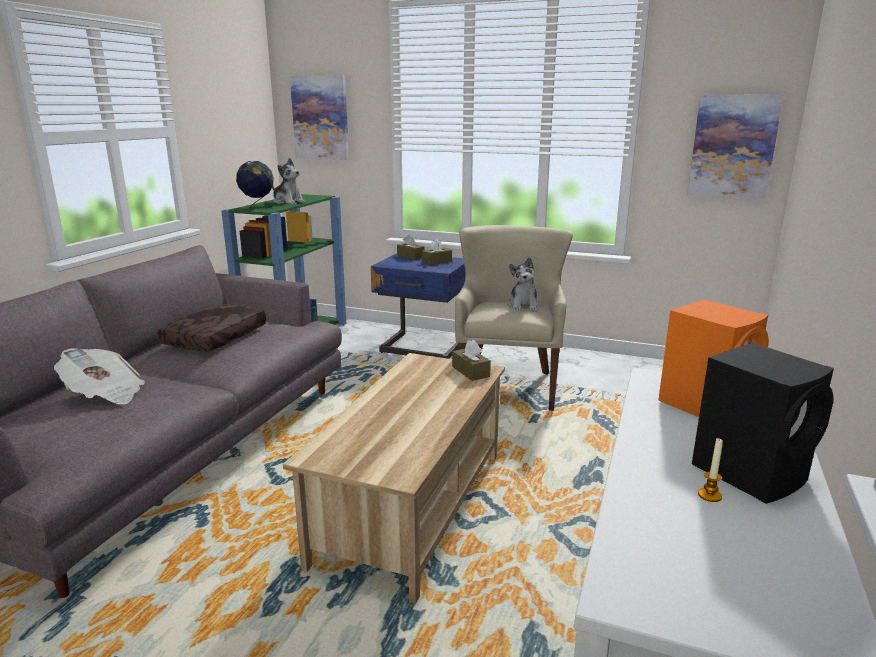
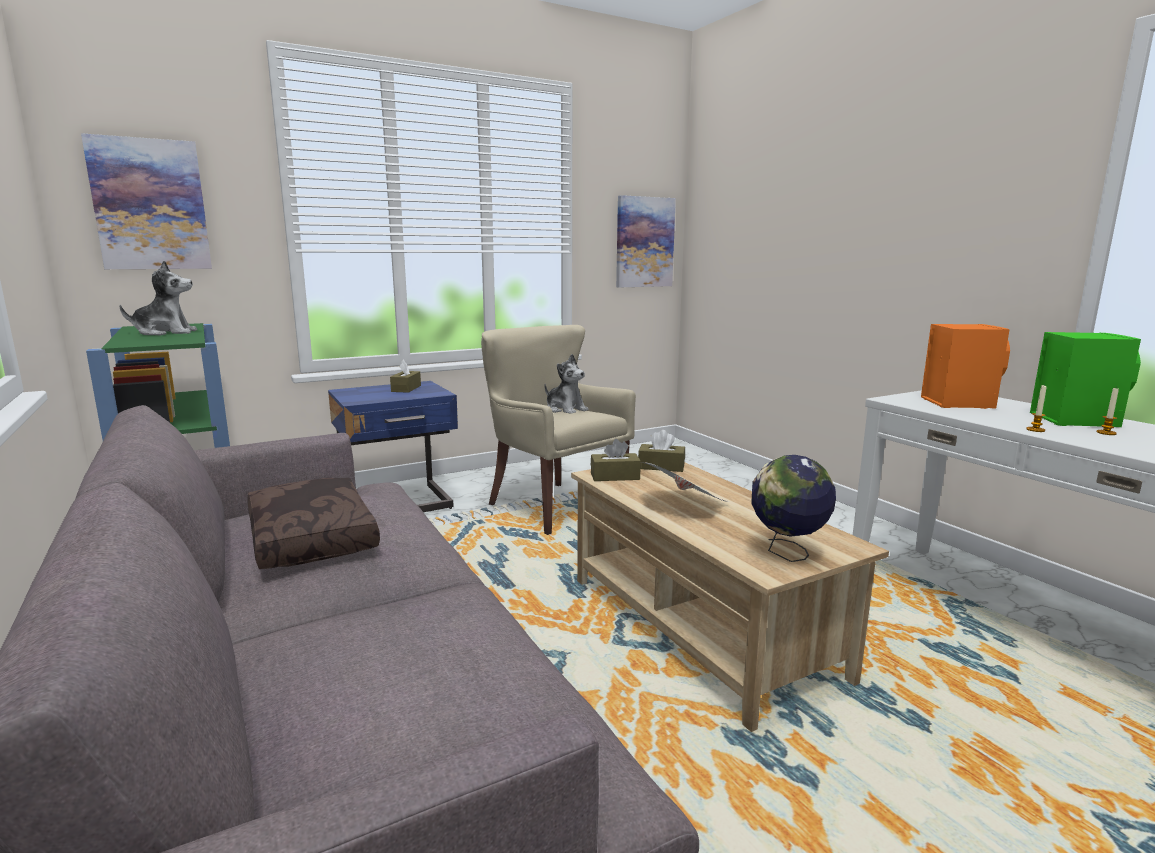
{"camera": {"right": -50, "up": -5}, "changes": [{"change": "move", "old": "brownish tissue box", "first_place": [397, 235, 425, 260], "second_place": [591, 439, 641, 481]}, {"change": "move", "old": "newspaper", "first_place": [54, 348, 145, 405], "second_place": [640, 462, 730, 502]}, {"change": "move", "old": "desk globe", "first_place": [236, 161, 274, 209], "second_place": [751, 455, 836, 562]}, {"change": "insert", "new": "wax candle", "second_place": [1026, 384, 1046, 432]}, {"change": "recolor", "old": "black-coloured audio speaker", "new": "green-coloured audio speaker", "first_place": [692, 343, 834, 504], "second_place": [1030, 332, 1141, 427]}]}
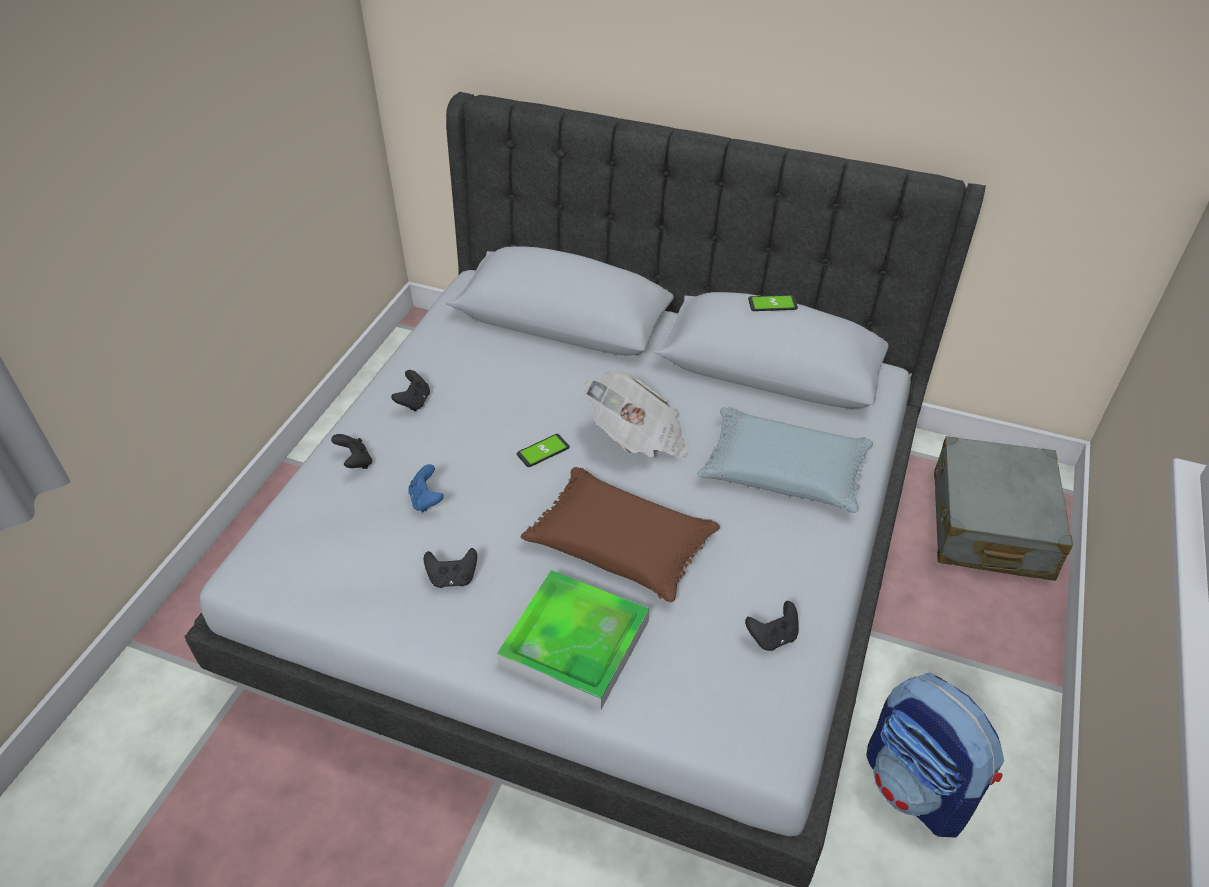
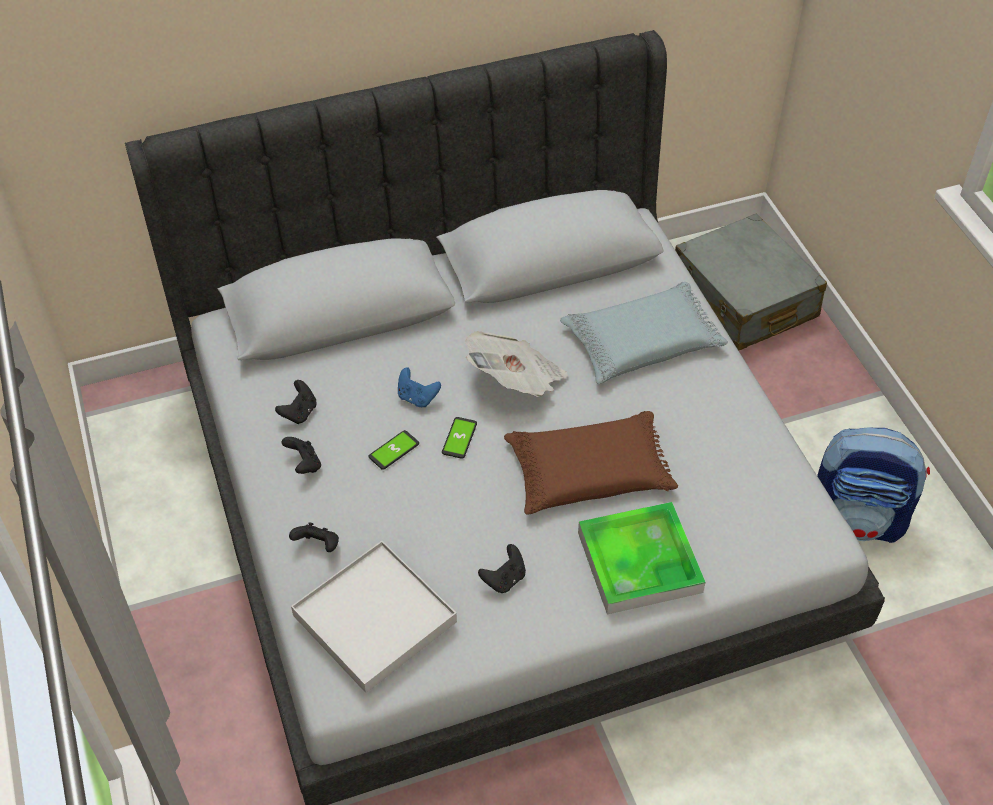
{"camera": {"right": -40, "up": 5}, "changes": [{"change": "move", "old": "black-coloured joypad", "first_place": [745, 601, 798, 651], "second_place": [275, 380, 317, 424]}, {"change": "insert", "new": "whitish serving tray", "second_place": [291, 541, 457, 693]}, {"change": "move", "old": "handset", "first_place": [748, 295, 798, 311], "second_place": [368, 430, 419, 470]}, {"change": "move", "old": "blue-coloured joypad", "first_place": [408, 464, 444, 512], "second_place": [398, 367, 441, 407]}]}
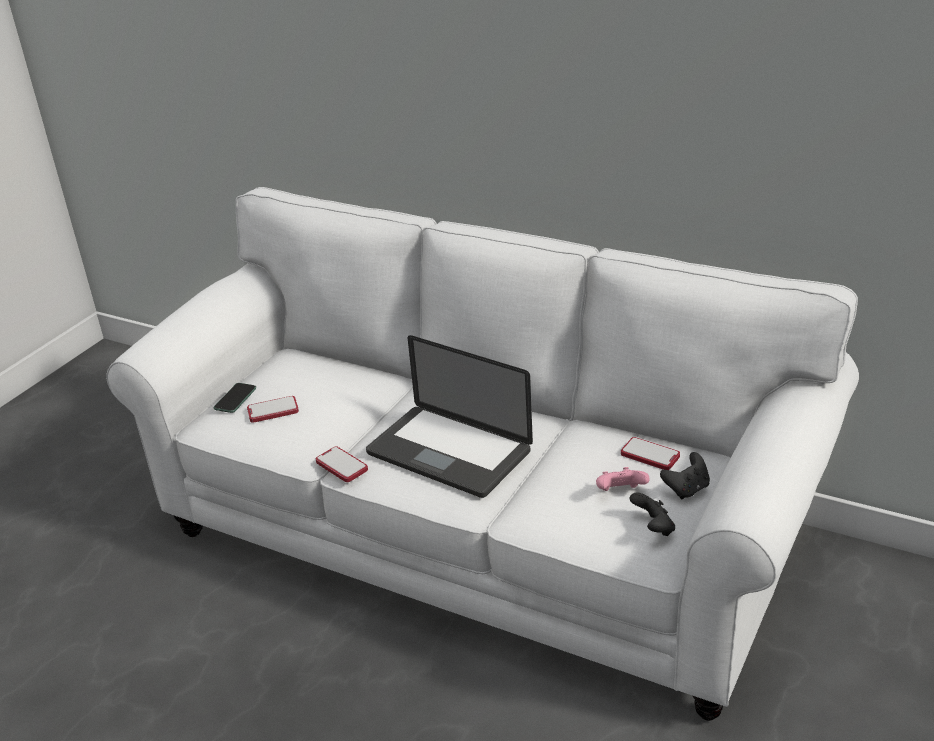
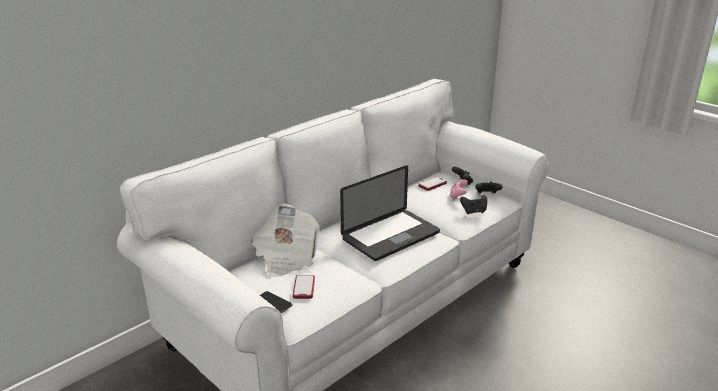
{"camera": {"right": -75, "up": -5}, "changes": [{"change": "insert", "new": "newspaper", "second_place": [251, 204, 320, 277]}, {"change": "insert", "new": "black-coloured joypad", "second_place": [460, 195, 487, 214]}, {"change": "delete", "old": "handset", "first_place": [316, 447, 368, 482]}]}
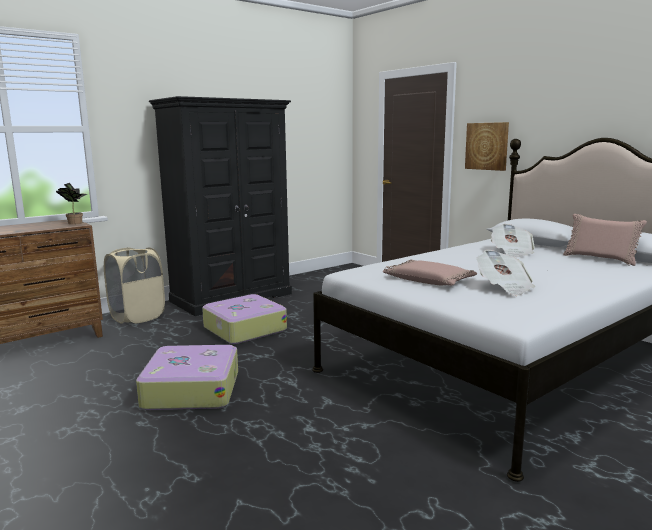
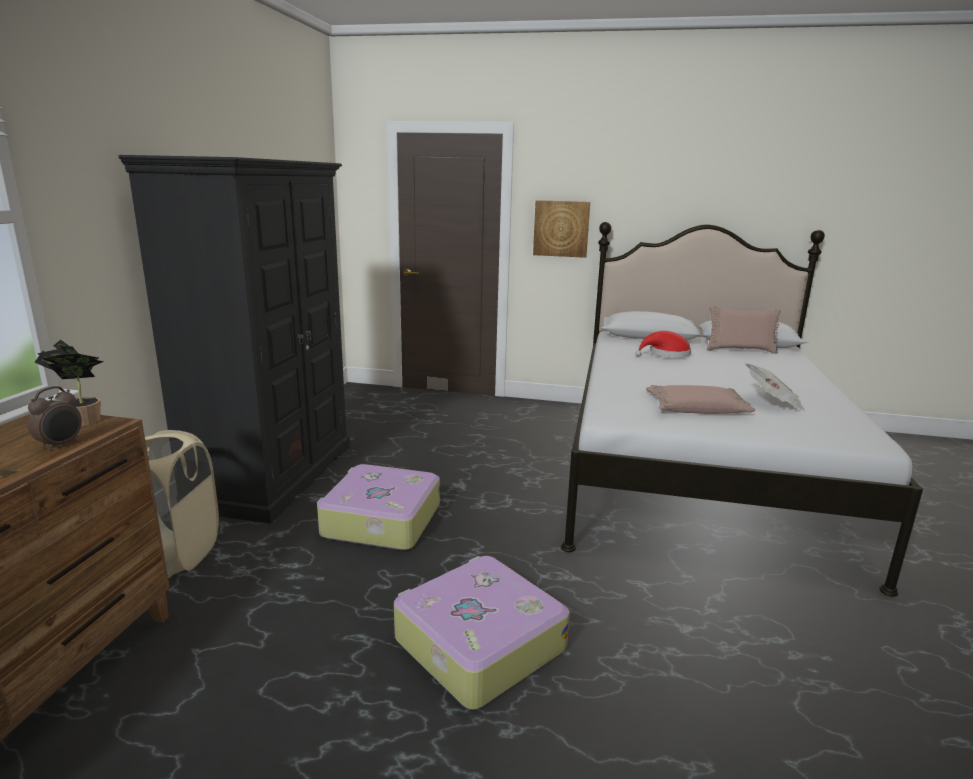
{"camera": {"right": -40, "up": 5}, "changes": [{"change": "insert", "new": "alarm clock", "second_place": [27, 386, 82, 451]}, {"change": "replace", "old": "newspaper", "new": "red-coloured hat", "first_place": [491, 224, 535, 258], "second_place": [635, 331, 691, 358]}]}
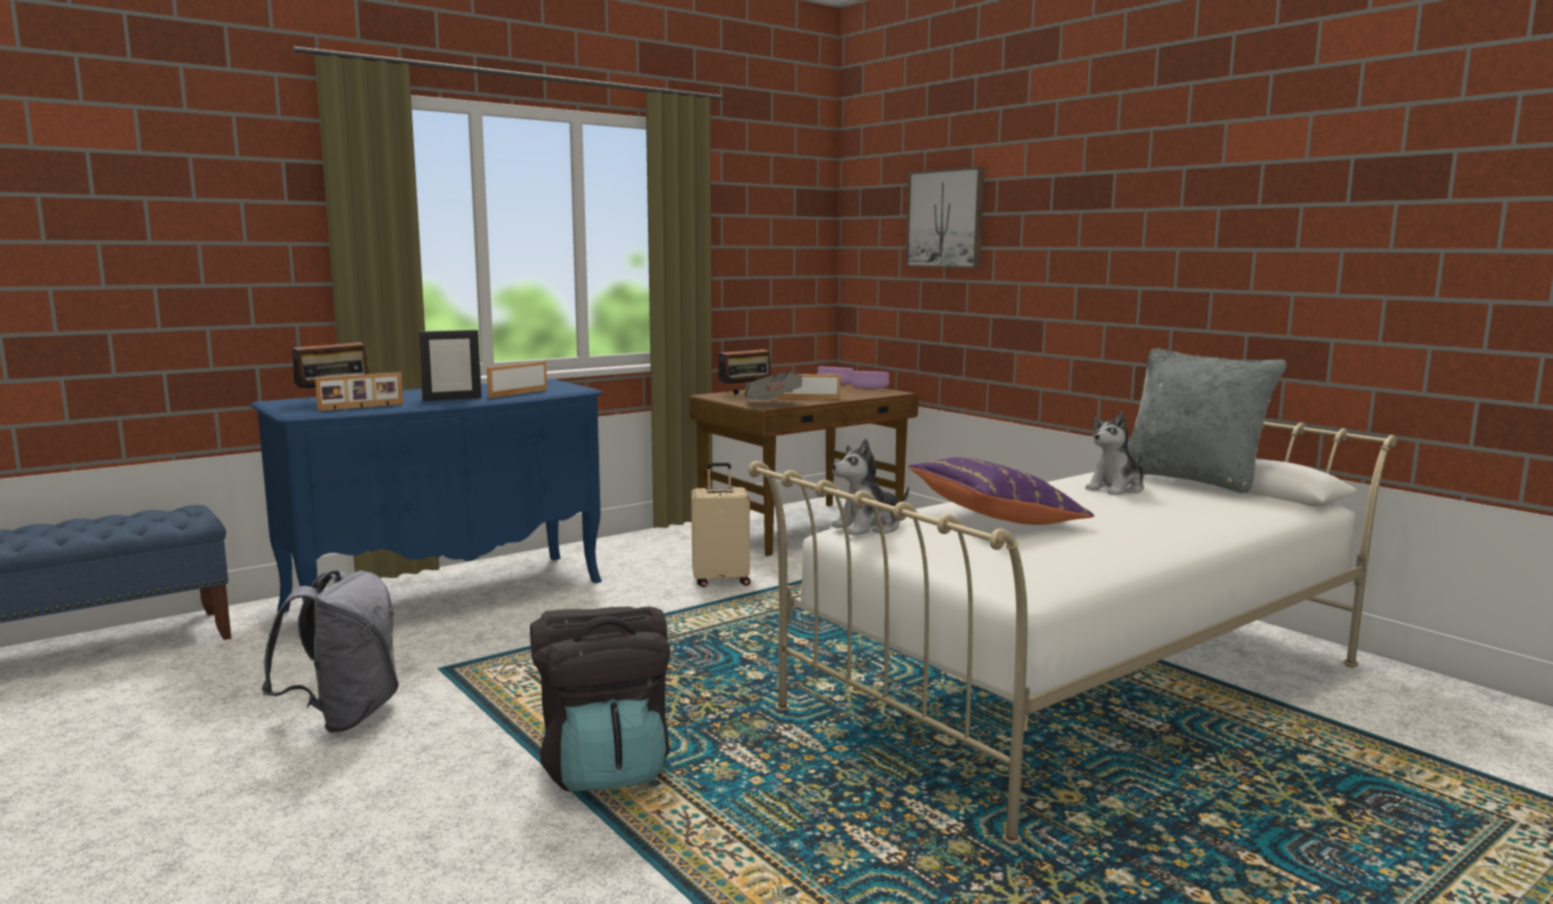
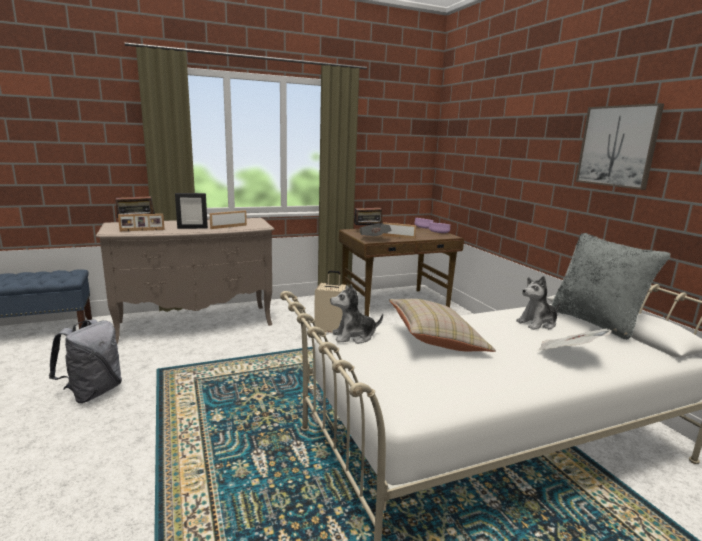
{"camera": {"right": 15, "up": 5}, "changes": [{"change": "recolor", "old": "blue-coloured drawer chest", "new": "beige-coloured drawer chest", "first_place": [250, 379, 603, 612], "second_place": [96, 218, 274, 344]}, {"change": "recolor", "old": "purplish throw pillow", "new": "beige-coloured throw pillow", "first_place": [908, 457, 1094, 525], "second_place": [389, 299, 496, 352]}, {"change": "insert", "new": "newspaper", "second_place": [539, 328, 612, 350]}, {"change": "move", "old": "picture", "first_place": [905, 167, 984, 269], "second_place": [576, 103, 664, 190]}, {"change": "delete", "old": "black-coloured rucksack", "first_place": [530, 606, 671, 791]}]}
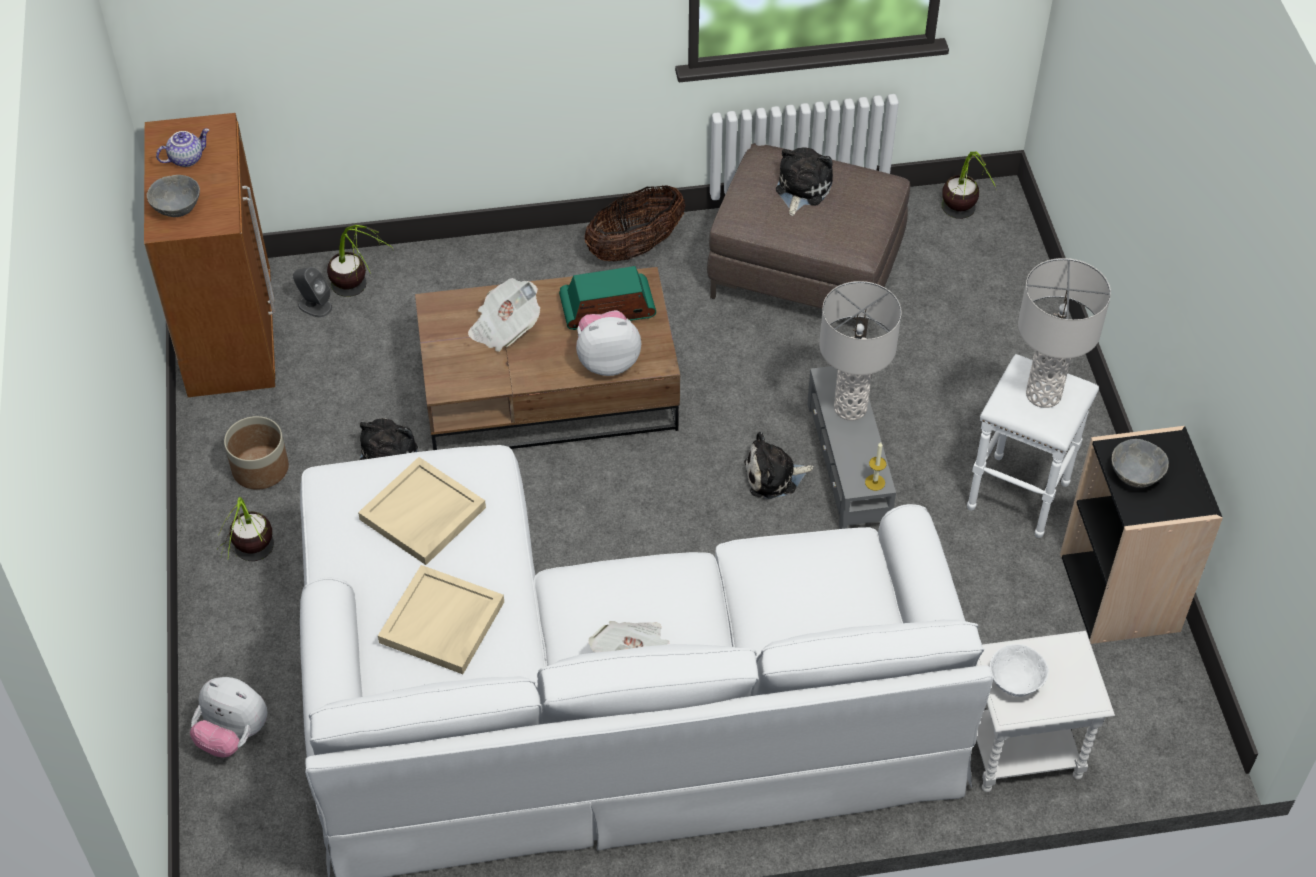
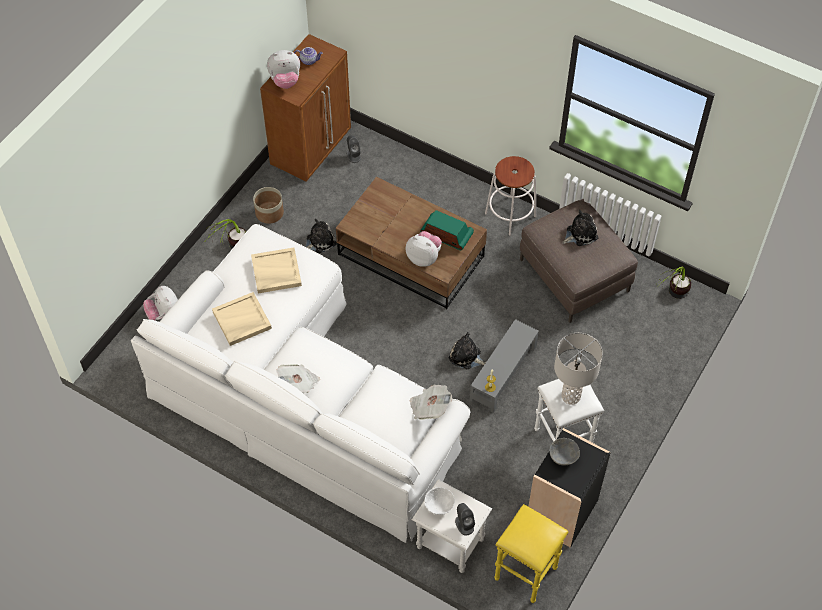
{"camera": {"right": 40, "up": 5}, "changes": [{"change": "replace", "old": "greyish deep dish", "new": "cuddly toy", "first_place": [147, 175, 200, 217], "second_place": [267, 50, 300, 89]}, {"change": "move", "old": "newspaper", "first_place": [468, 278, 540, 352], "second_place": [409, 385, 452, 420]}, {"change": "insert", "new": "greyish audio speaker", "second_place": [455, 503, 475, 536]}, {"change": "replace", "old": "basket", "new": "whitish stool seat", "first_place": [585, 185, 685, 261], "second_place": [485, 156, 536, 236]}, {"change": "insert", "new": "yellow-coloured stool seat", "second_place": [494, 504, 568, 603]}, {"change": "delete", "old": "plant in a pot", "first_place": [327, 225, 393, 297]}, {"change": "delete", "old": "whitish tabletop lamp", "first_place": [819, 281, 902, 421]}]}
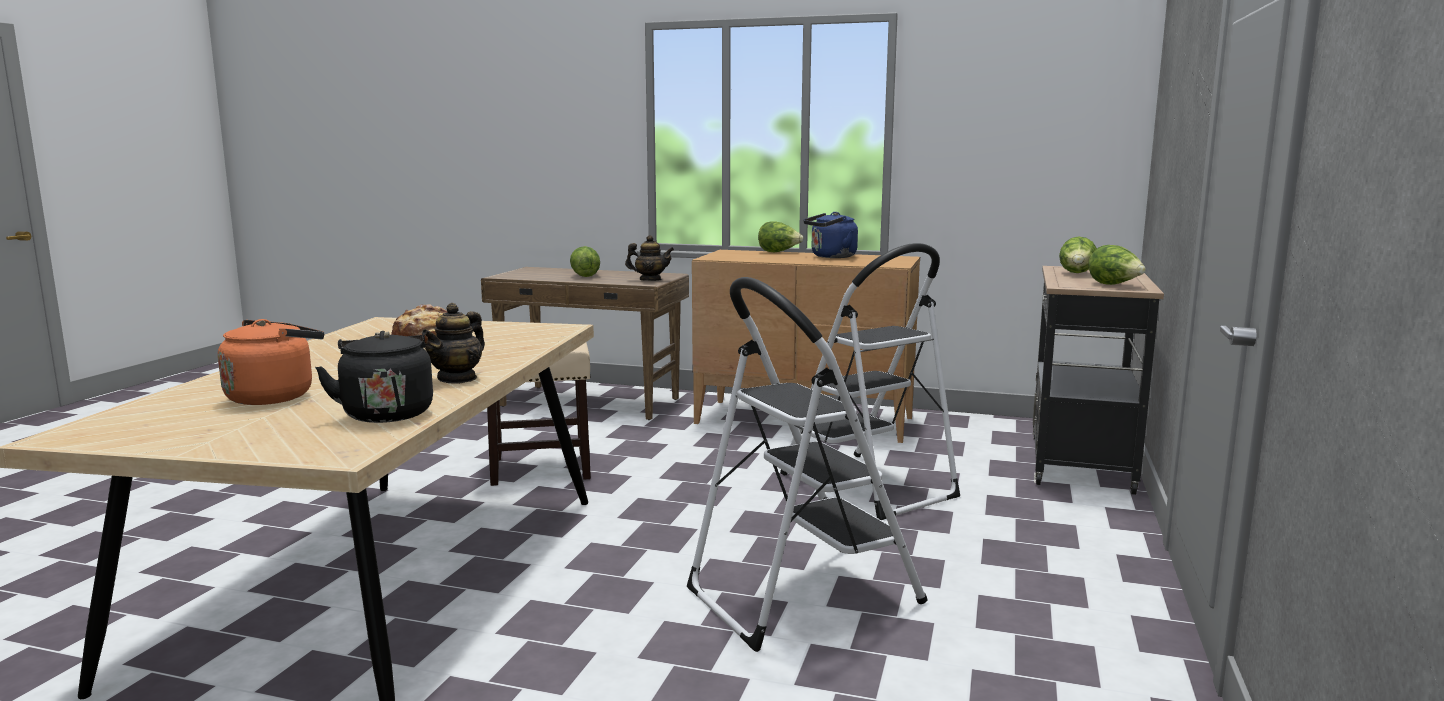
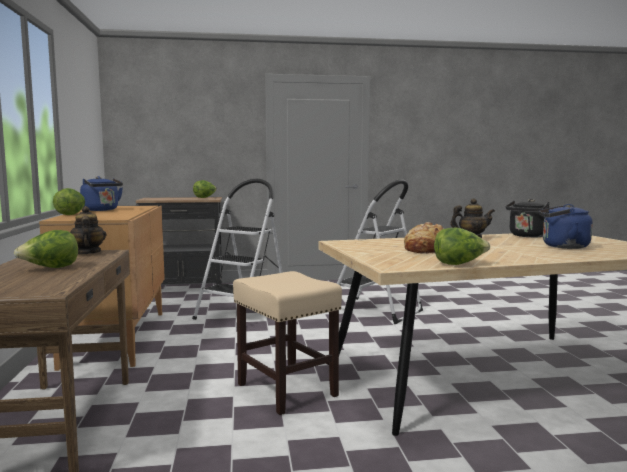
{"camera": {"right": -115, "up": -5}, "changes": [{"change": "move", "old": "lettuce", "first_place": [1059, 236, 1097, 273], "second_place": [434, 228, 490, 265]}, {"change": "recolor", "old": "orange kettle", "new": "blue-coloured kettle", "first_place": [218, 319, 324, 405], "second_place": [539, 204, 593, 249]}]}
